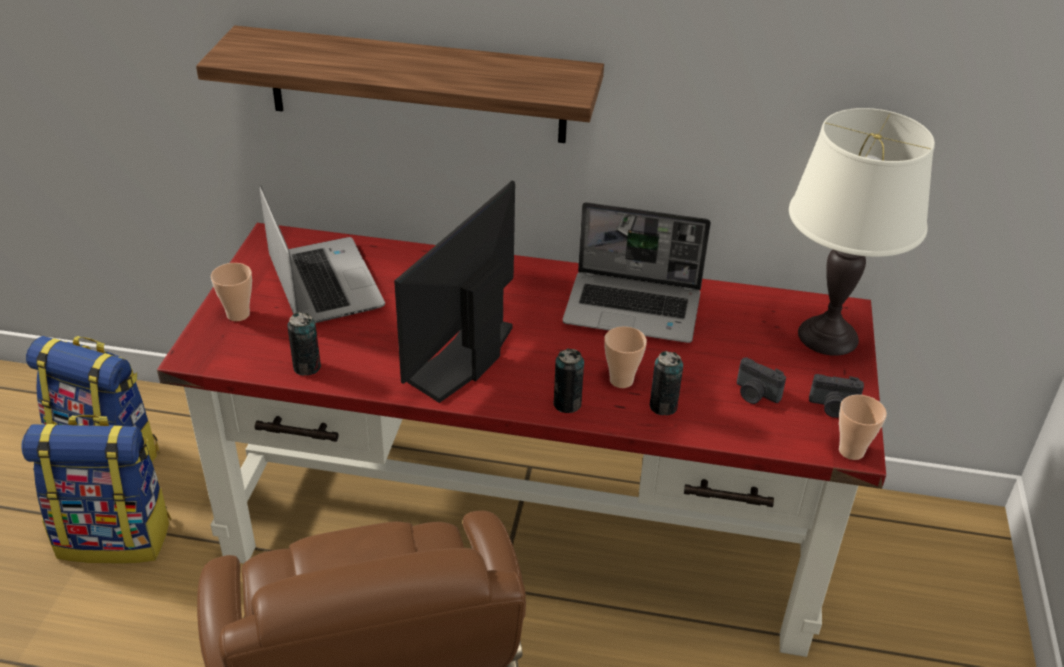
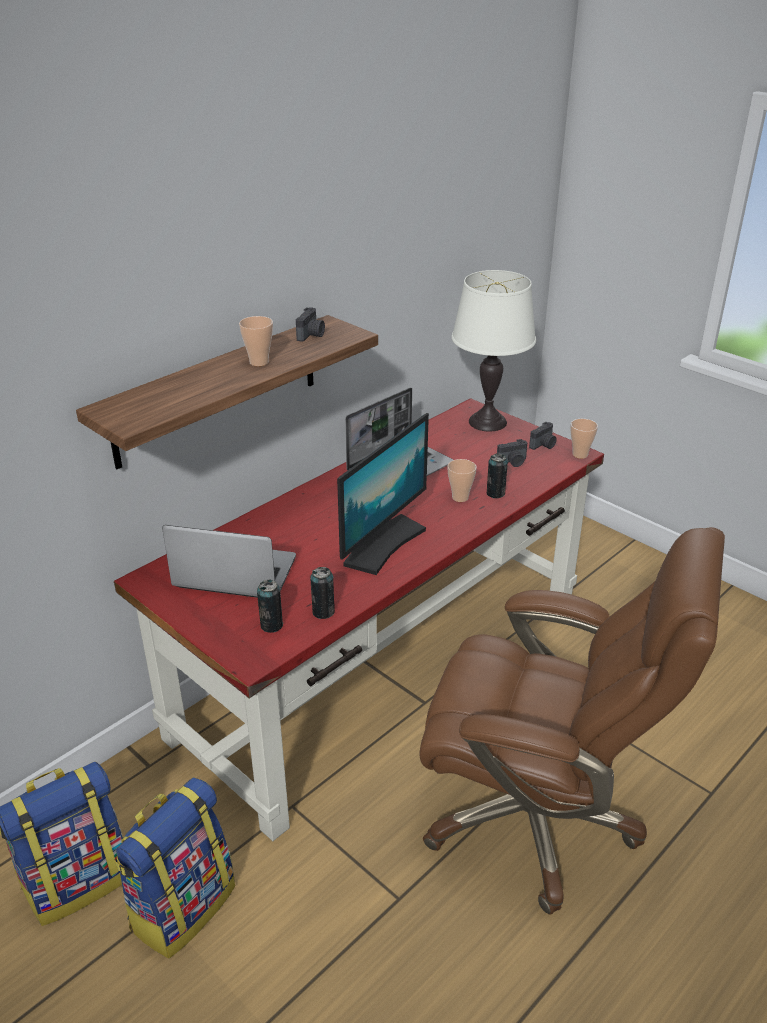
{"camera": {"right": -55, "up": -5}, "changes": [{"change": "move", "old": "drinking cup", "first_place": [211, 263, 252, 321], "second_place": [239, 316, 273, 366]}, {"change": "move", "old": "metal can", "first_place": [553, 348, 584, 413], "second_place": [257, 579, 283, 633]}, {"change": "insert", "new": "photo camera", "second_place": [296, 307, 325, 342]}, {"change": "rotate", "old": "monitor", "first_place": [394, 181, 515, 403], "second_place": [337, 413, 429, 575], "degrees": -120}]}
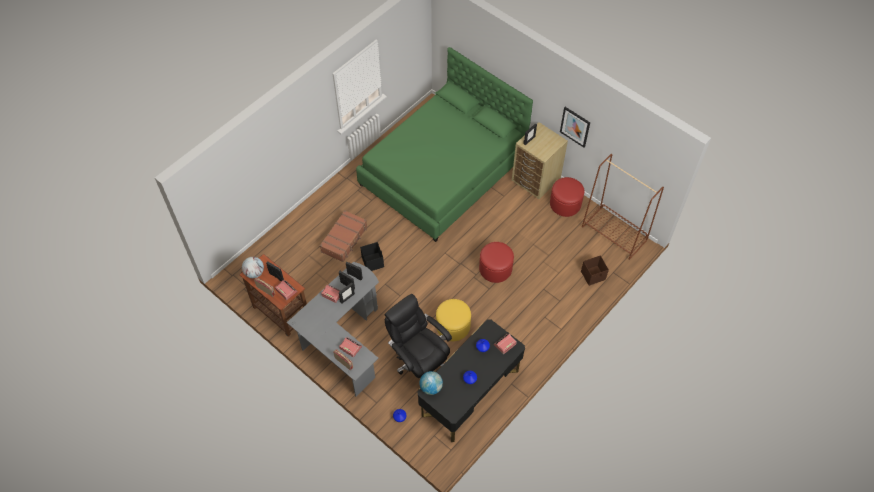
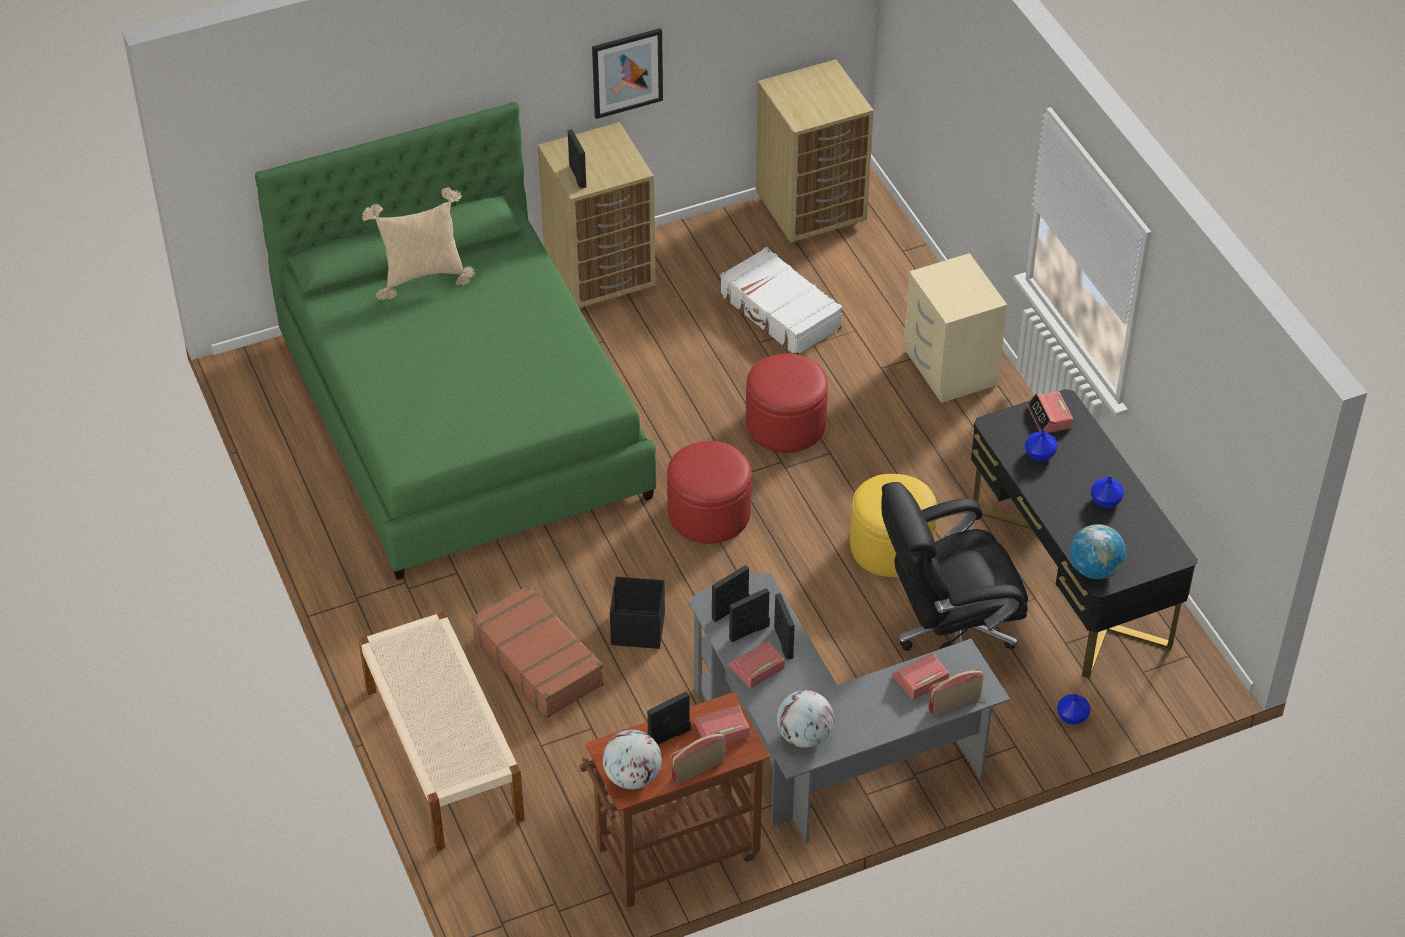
{"camera": {"right": -65, "up": -10}, "changes": [{"change": "insert", "new": "beige-coloured bench", "second_place": [358, 611, 525, 851]}, {"change": "insert", "new": "beige-coloured throw pillow", "second_place": [362, 187, 475, 300]}, {"change": "move", "old": "red-coloured footrest", "first_place": [550, 177, 584, 217], "second_place": [667, 441, 752, 544]}, {"change": "insert", "new": "whitish piece of luggage", "second_place": [720, 247, 843, 355]}, {"change": "replace", "old": "brownish garment rack", "new": "brownish drawer chest", "first_place": [582, 154, 664, 260], "second_place": [756, 59, 874, 243]}, {"change": "insert", "new": "desk globe", "second_place": [777, 690, 834, 748]}, {"change": "insert", "new": "beige-coloured bedside table", "second_place": [904, 253, 1007, 403]}, {"change": "delete", "old": "brownish storage box", "first_place": [581, 255, 609, 286]}]}
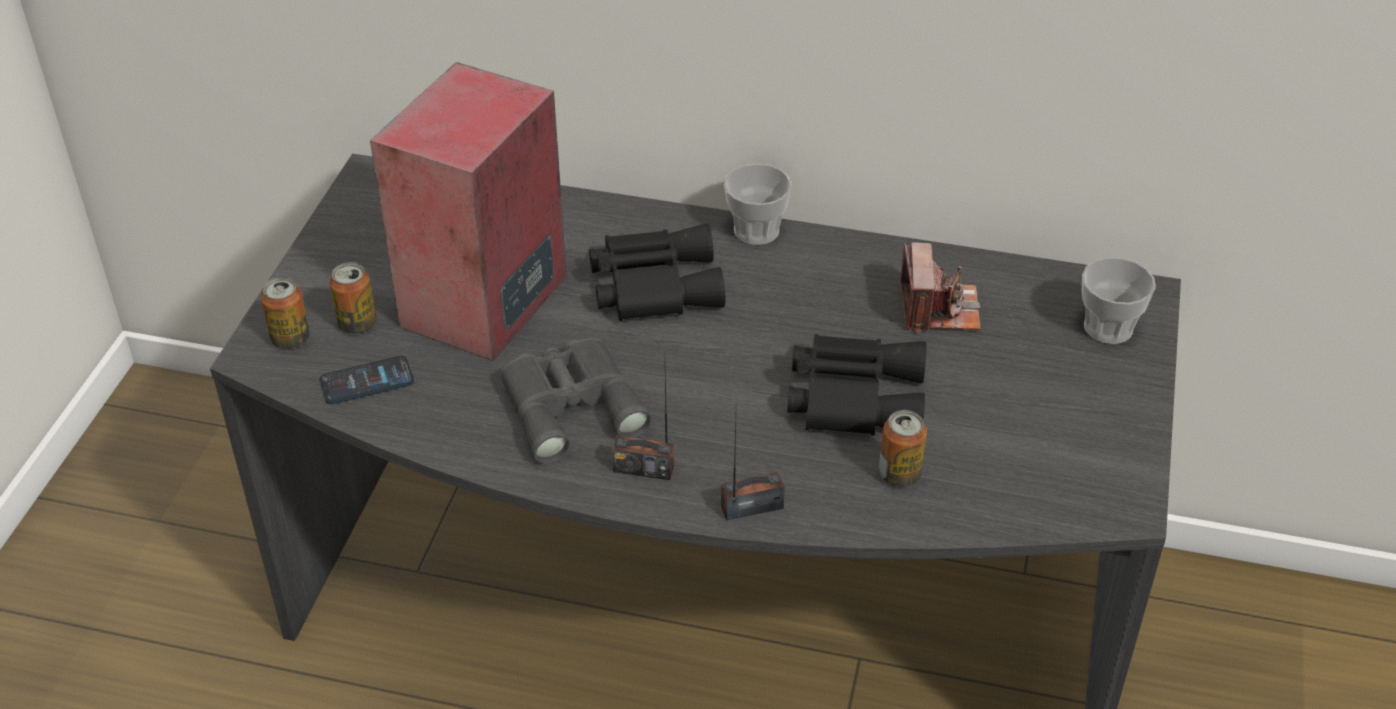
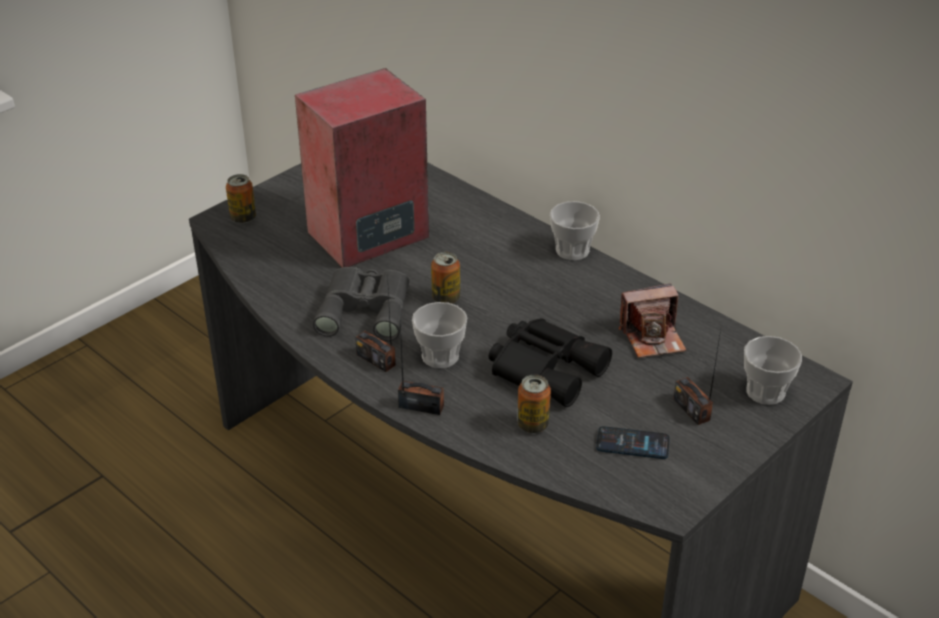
{"camera": {"right": 30, "up": -5}, "changes": [{"change": "insert", "new": "drinking cup", "second_place": [412, 302, 468, 368]}, {"change": "move", "old": "metal can", "first_place": [329, 262, 377, 334], "second_place": [431, 252, 460, 304]}, {"change": "move", "old": "handset", "first_place": [319, 356, 414, 404], "second_place": [596, 426, 670, 459]}, {"change": "rotate", "old": "photo camera", "first_place": [900, 242, 980, 333], "second_place": [619, 283, 686, 358], "degrees": 45}, {"change": "insert", "new": "radio", "second_place": [674, 330, 721, 425]}, {"change": "delete", "old": "black-coloured binoculars", "first_place": [589, 224, 725, 321]}]}
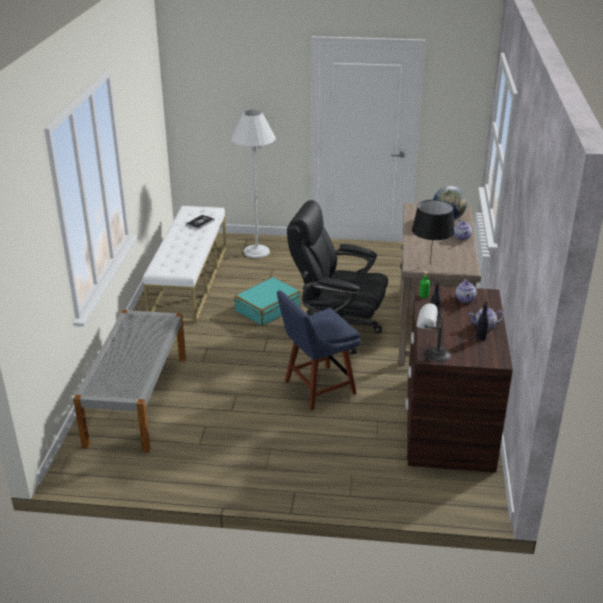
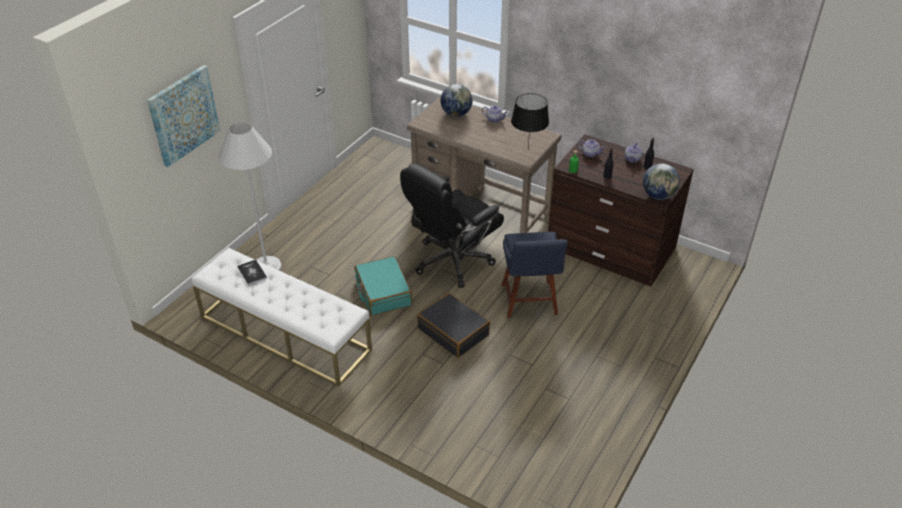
{"camera": {"right": -65, "up": 10}, "changes": [{"change": "insert", "new": "picture", "second_place": [147, 65, 220, 167]}, {"change": "insert", "new": "black-coloured piece of luggage", "second_place": [417, 293, 490, 358]}, {"change": "replace", "old": "tabletop lamp", "new": "desk globe", "first_place": [416, 303, 451, 362], "second_place": [643, 163, 680, 200]}, {"change": "delete", "old": "greyish bench", "first_place": [73, 310, 186, 453]}]}
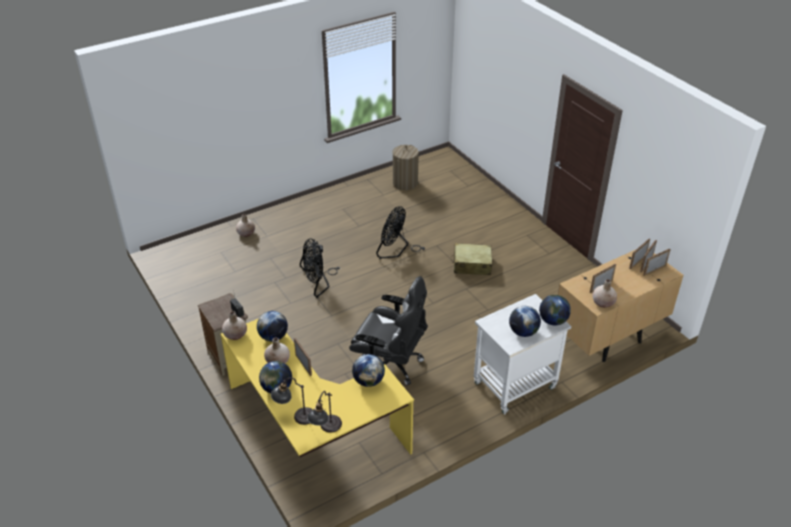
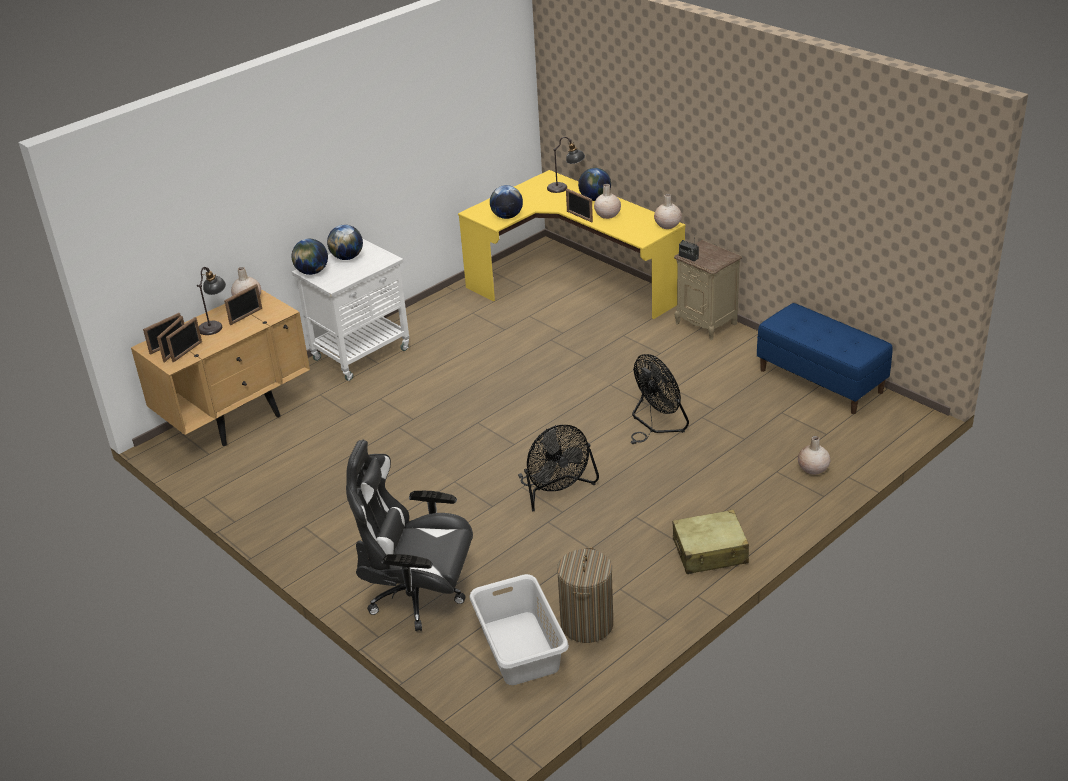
{"camera": {"right": 170, "up": -5}, "changes": [{"change": "move", "old": "greyish tabletop lamp", "first_place": [307, 391, 342, 433], "second_place": [197, 267, 226, 335]}, {"change": "move", "old": "black-coloured desk chair", "first_place": [349, 276, 428, 386], "second_place": [346, 439, 473, 631]}, {"change": "insert", "new": "greyish washing basket", "second_place": [469, 574, 569, 685]}, {"change": "rotate", "old": "black-coloured electric fan", "first_place": [376, 206, 425, 259], "second_place": [518, 425, 599, 511], "degrees": 45}, {"change": "move", "old": "beige-coloured piece of luggage", "first_place": [451, 243, 492, 275], "second_place": [673, 510, 749, 574]}, {"change": "insert", "new": "blue-coloured bench", "second_place": [757, 303, 893, 414]}, {"change": "delete", "old": "desk globe", "first_place": [257, 311, 288, 342]}]}
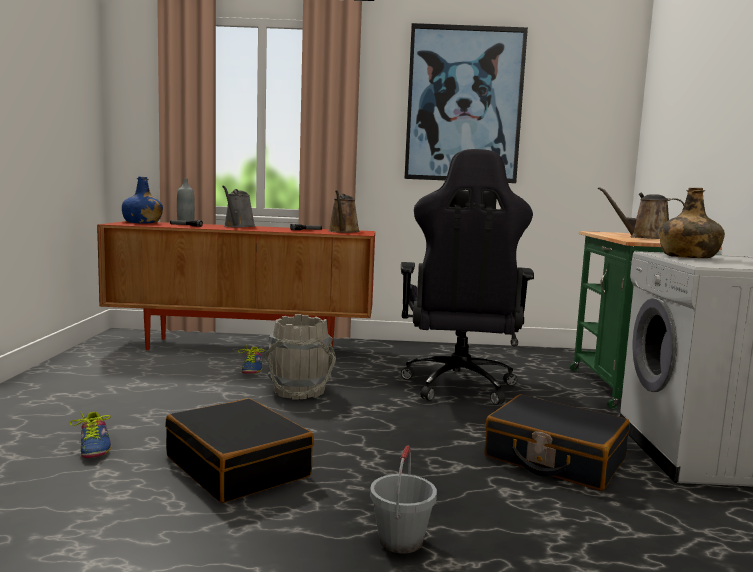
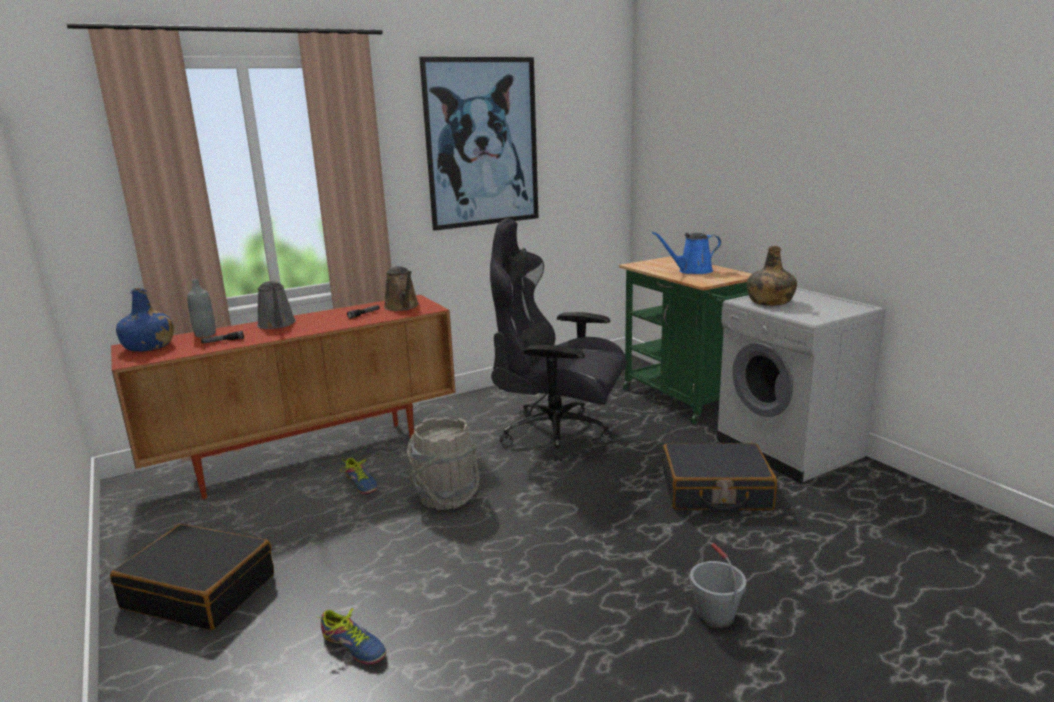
{"camera": {"right": -30, "up": 10}, "changes": [{"change": "move", "old": "black-coloured piece of luggage", "first_place": [165, 398, 314, 503], "second_place": [110, 524, 274, 630]}, {"change": "rotate", "old": "black-coloured desk chair", "first_place": [401, 149, 534, 405], "second_place": [490, 218, 626, 461], "degrees": 135}, {"change": "recolor", "old": "brownish watering pot", "new": "blue-coloured watering pot", "first_place": [598, 187, 684, 239], "second_place": [652, 232, 721, 274]}]}
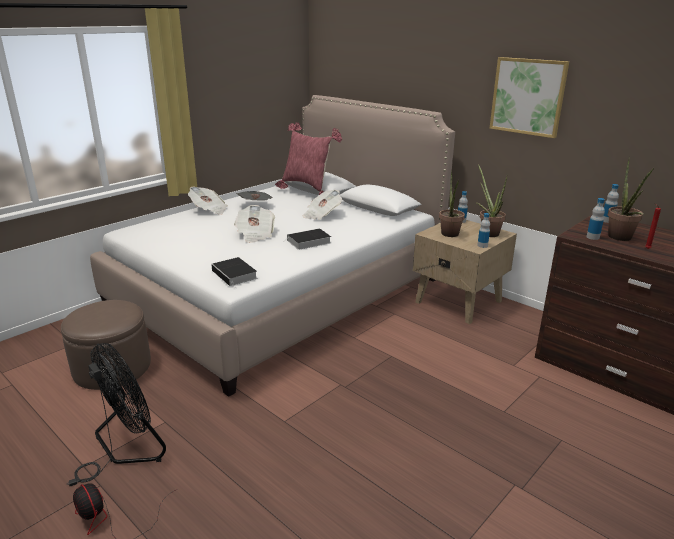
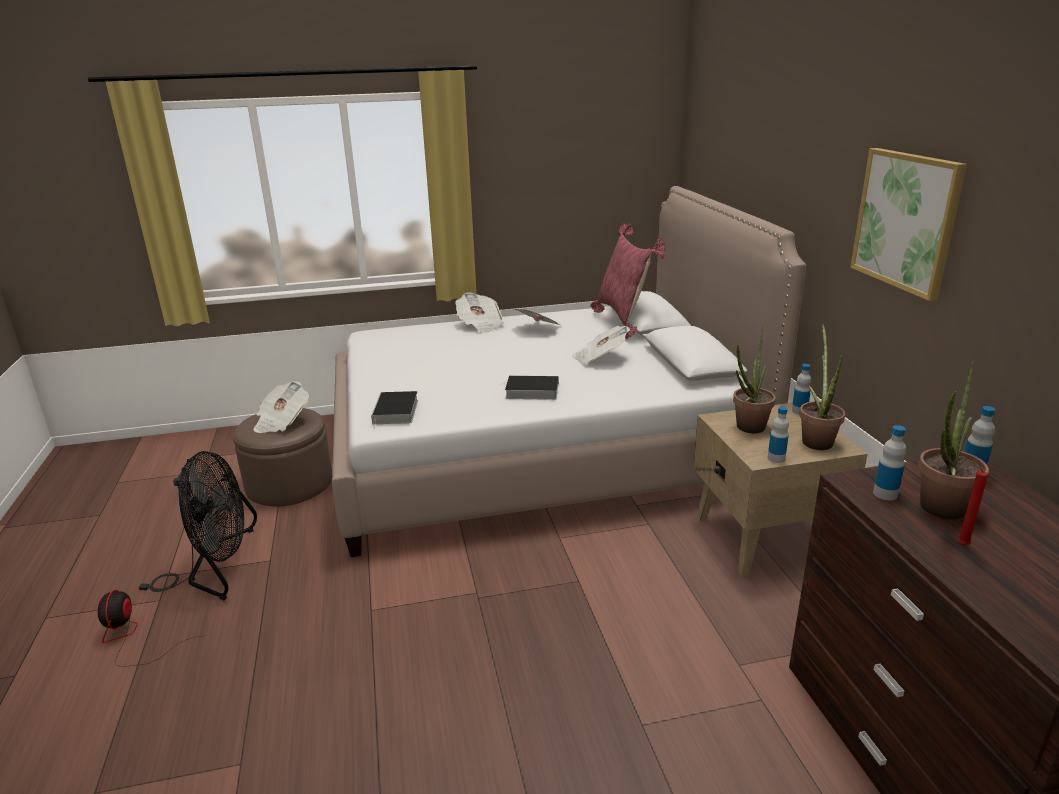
{"camera": {"right": 35, "up": 0}, "changes": [{"change": "move", "old": "newspaper", "first_place": [234, 205, 275, 243], "second_place": [253, 381, 309, 433]}]}
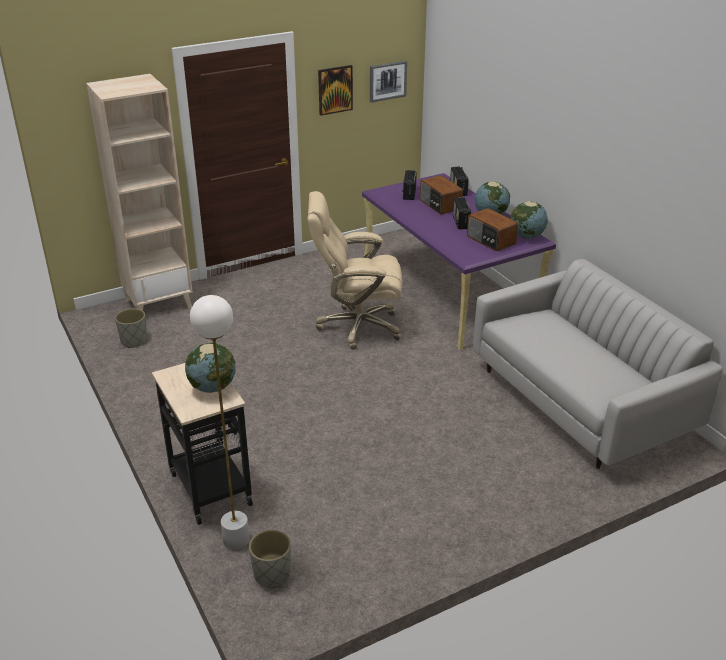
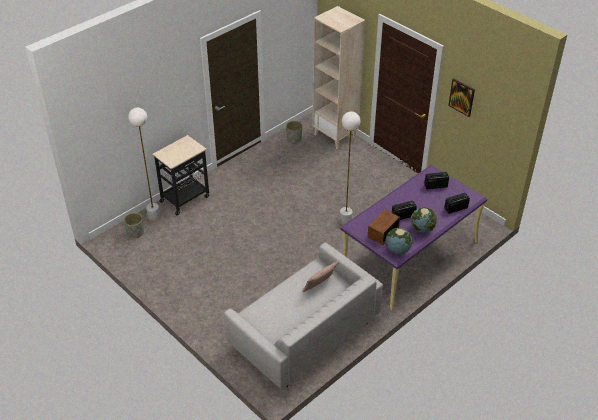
{"camera": {"right": 75, "up": 10}, "changes": [{"change": "insert", "new": "beige-coloured throw pillow", "second_place": [302, 261, 339, 292]}, {"change": "replace", "old": "beige-coloured desk chair", "new": "whitish standing lamp", "first_place": [308, 191, 403, 350], "second_place": [340, 112, 361, 224]}, {"change": "delete", "old": "desk globe", "first_place": [185, 343, 235, 393]}, {"change": "delete", "old": "picture", "first_place": [370, 60, 407, 102]}, {"change": "delete", "old": "radio", "first_place": [420, 175, 463, 215]}]}
